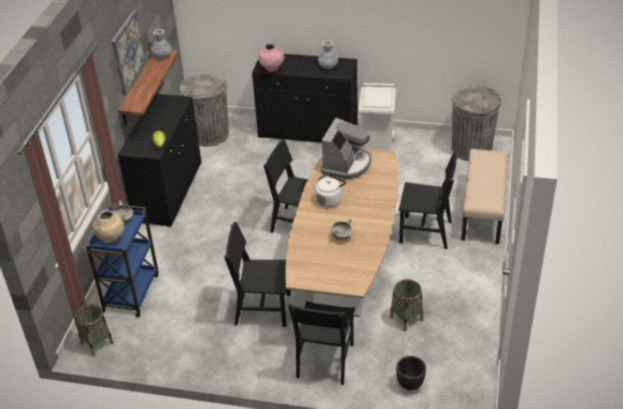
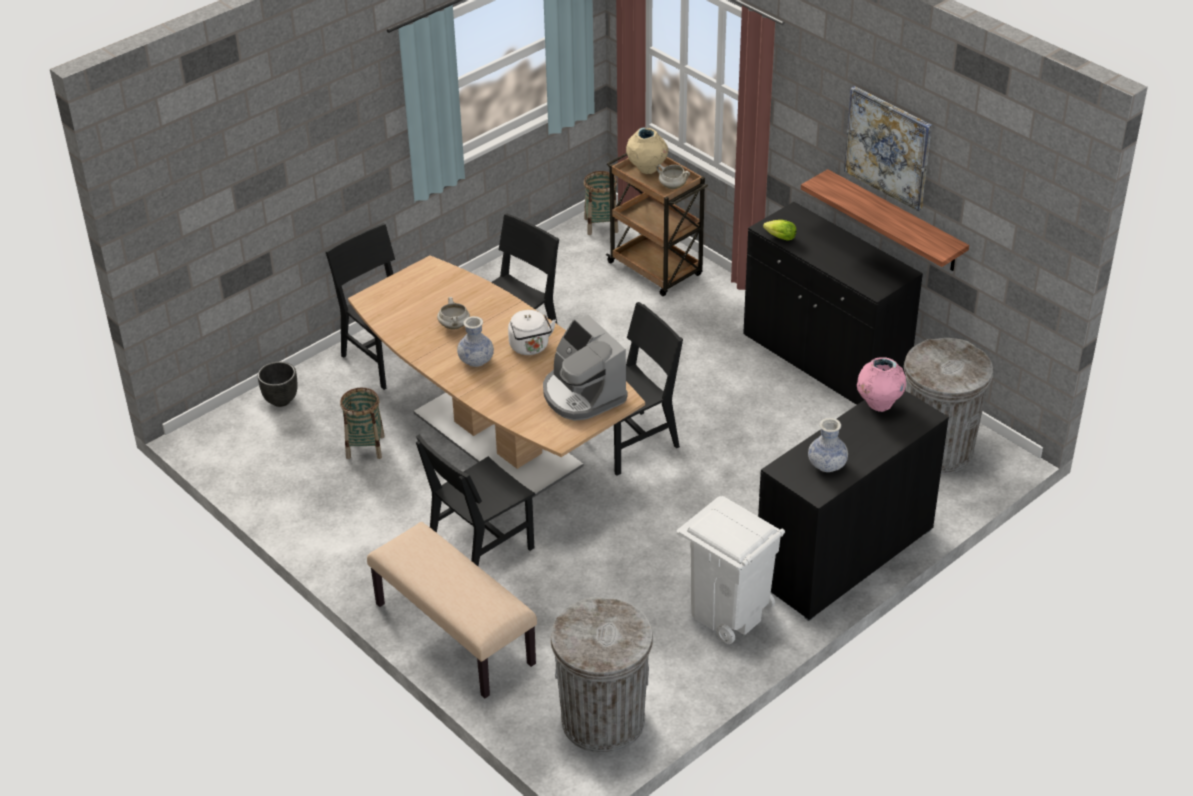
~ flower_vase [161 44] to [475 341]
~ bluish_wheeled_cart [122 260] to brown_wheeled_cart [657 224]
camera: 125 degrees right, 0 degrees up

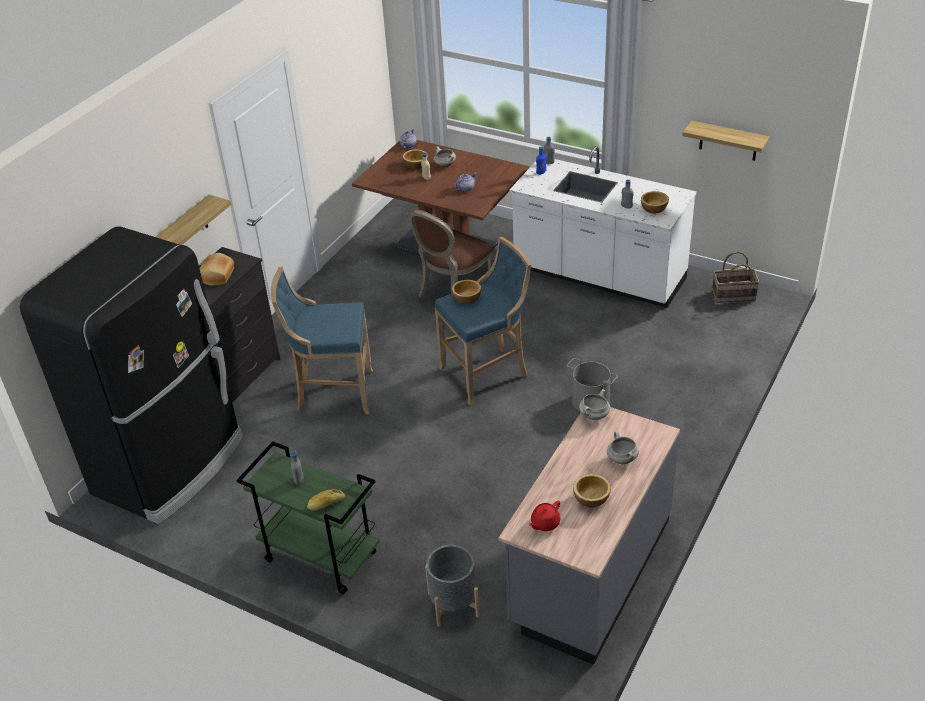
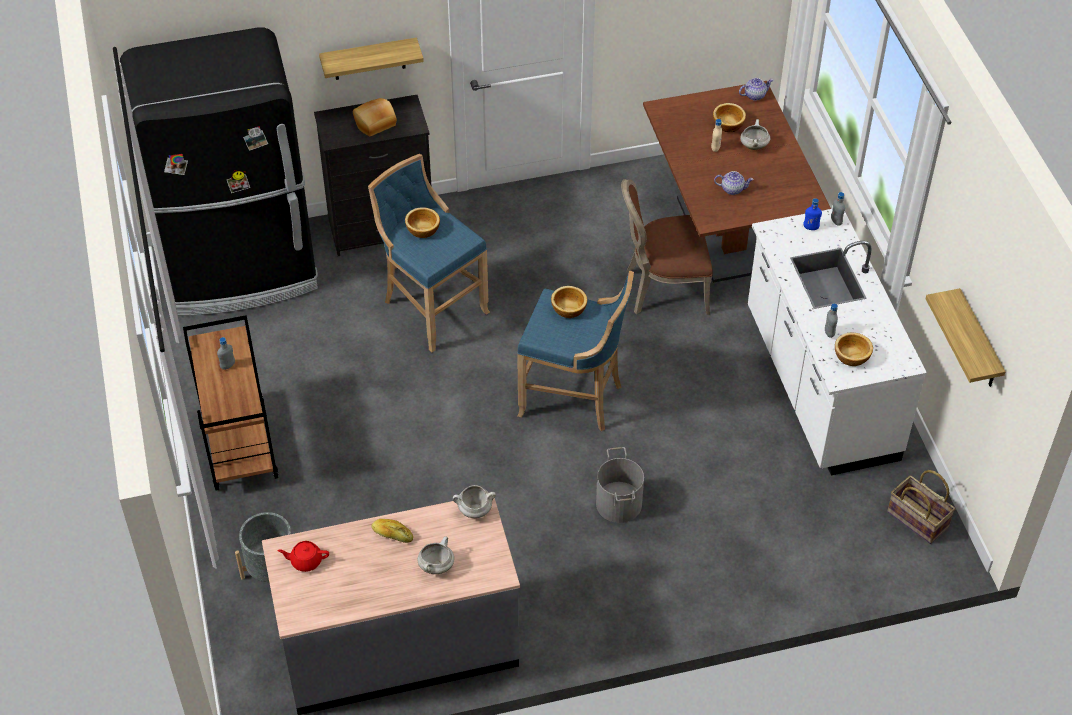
~ baked_bread [326 500] to [392 531]
~ deep_dish [592 490] to [422 222]
~ green_wheeled_cart [308 517] to brown_wheeled_cart [230 403]
camera: 45 degrees right, 10 degrees up

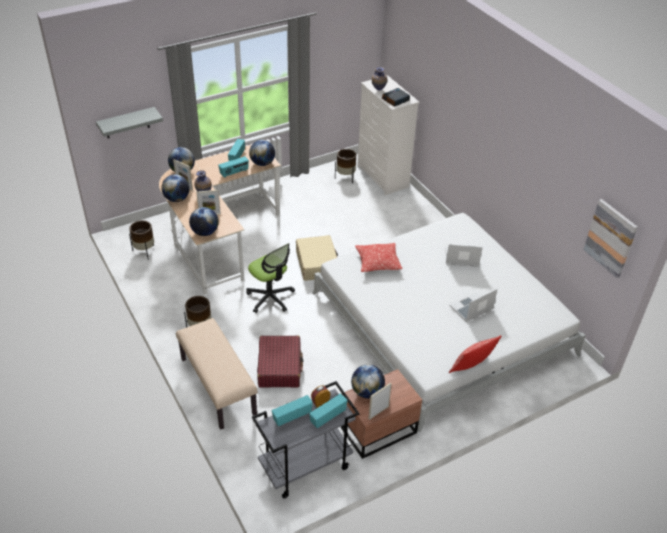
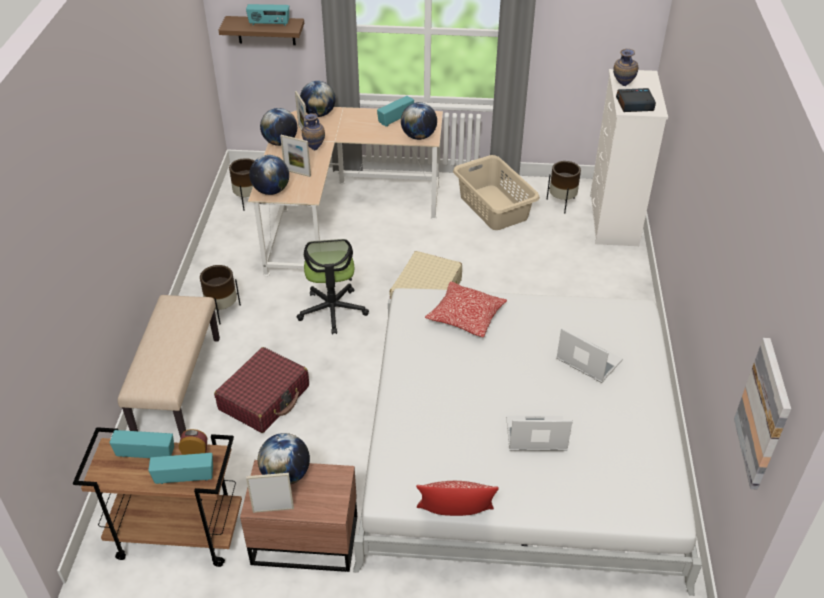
+ beige_hamper [496 192]
~ radio [233 167] to [267 15]
~ grey_wall_shelf [129 122] to brown_wall_shelf [261 30]
~ grey_wheeled_cart [305 439] to brown_wheeled_cart [157 497]
camera: 35 degrees right, 0 degrees up

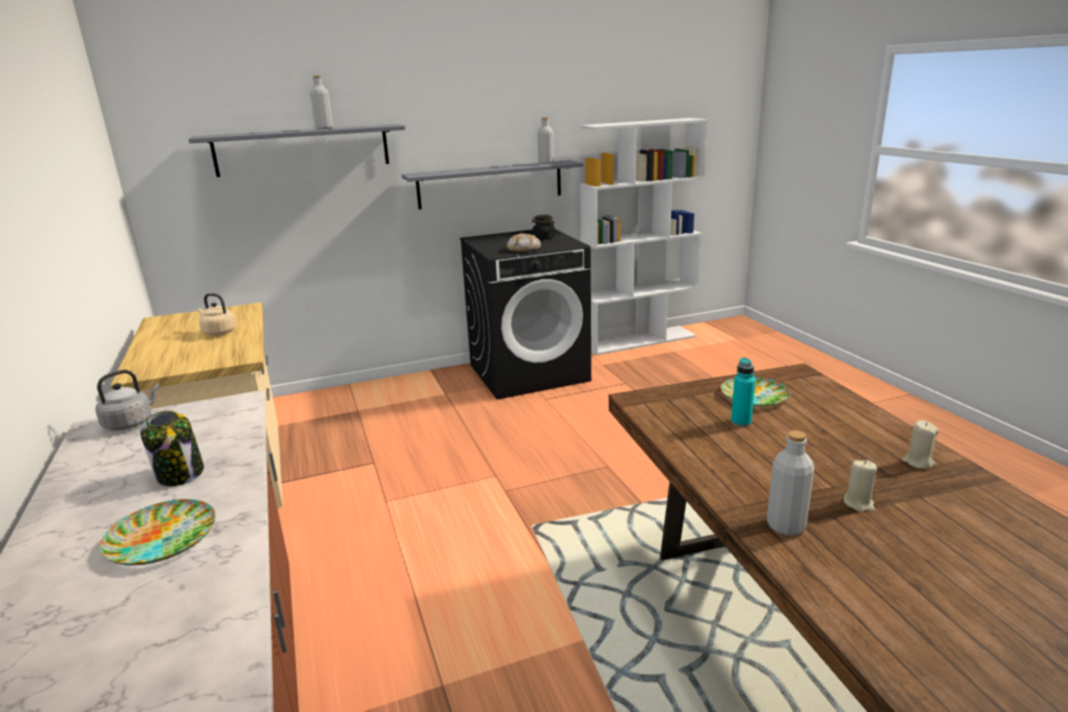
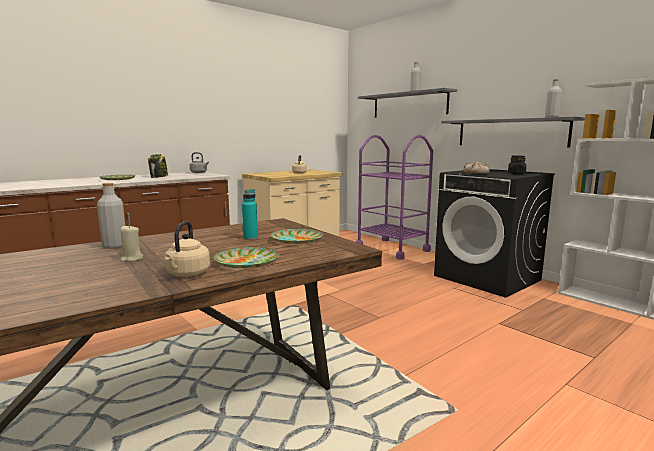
+ plate [246 257]
+ purplish_wheeled_cart [394 197]
~ beige_wax_candle [920 444] to beige_kettle [187 249]
camera: 70 degrees right, 10 degrees down

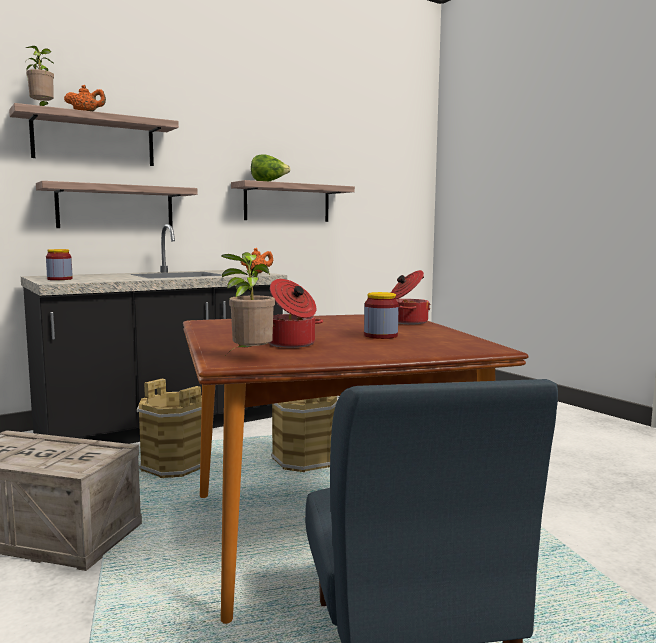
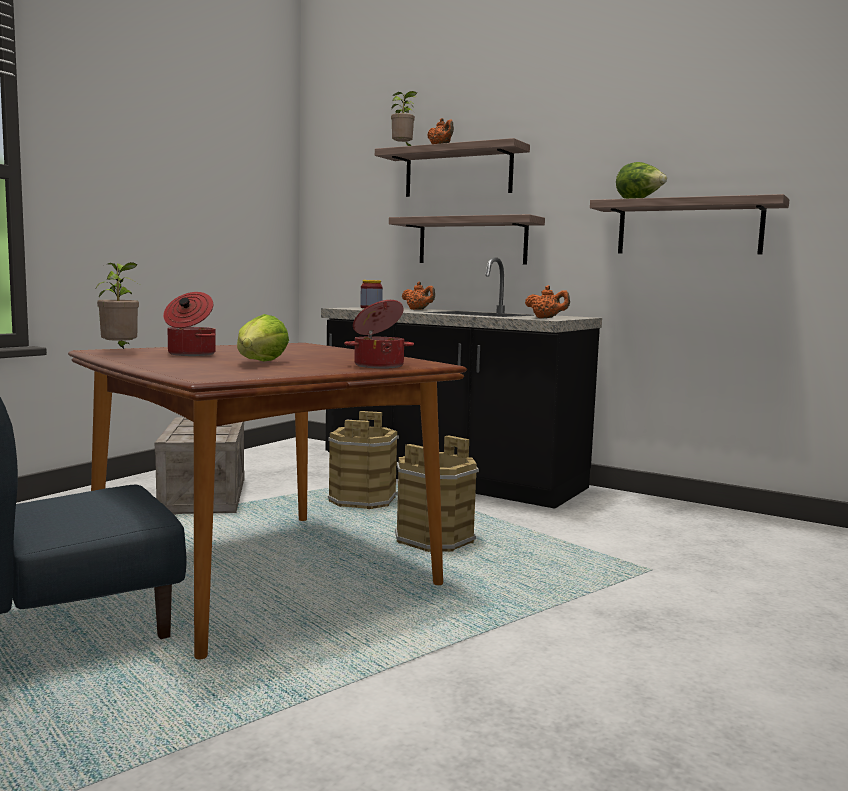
+ orange-coloured_tea_pot [418 295]
~ preserve_jar [381 315] to lettuce_head [263 338]
camera: 65 degrees right, 0 degrees up

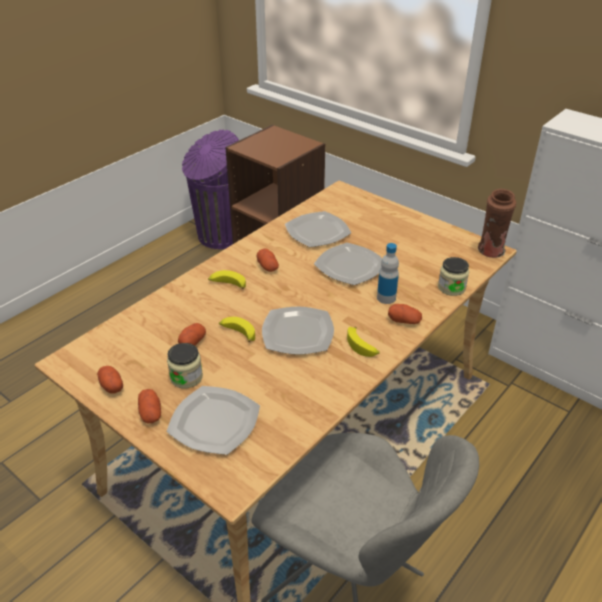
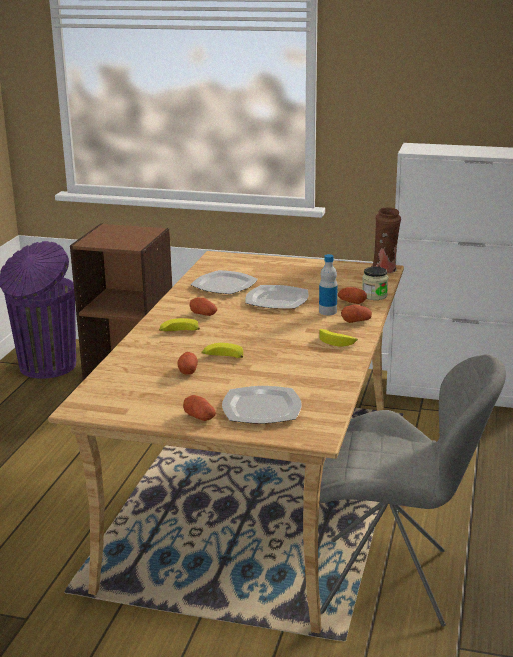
- preserve_jar [185 365]
- plate [298 331]
~ spud [110 380] to [352 295]
camera: 25 degrees left, 15 degrees down

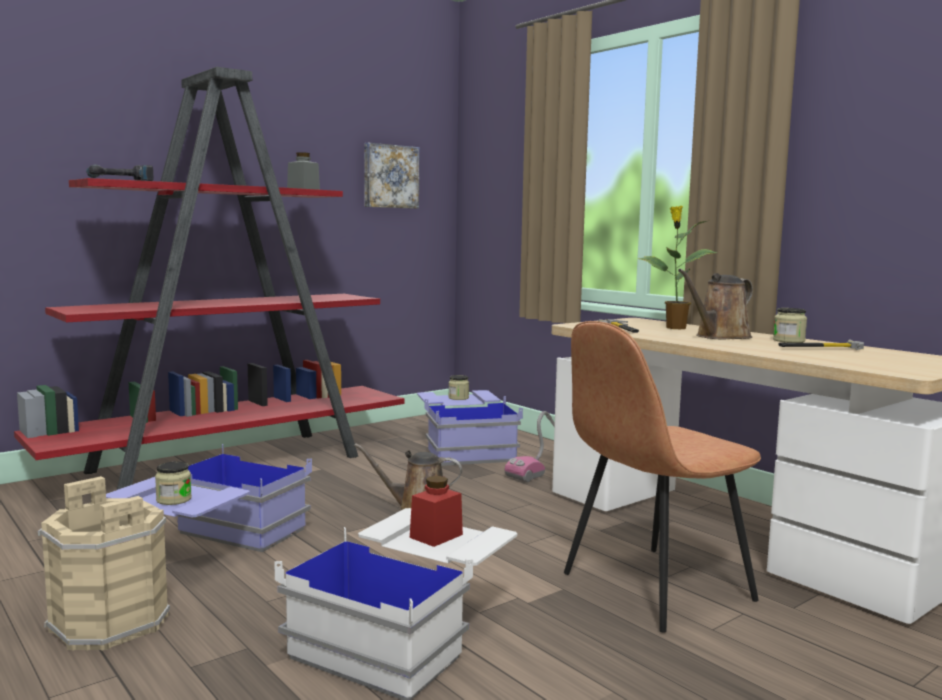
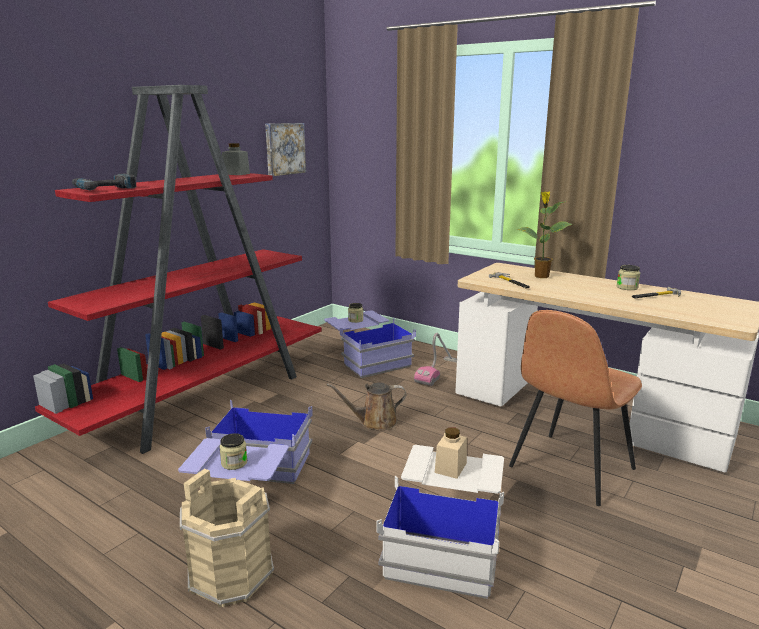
- brown_watering_can [715 304]
~ red_preserve_jar [436 511] to beige_preserve_jar [451 453]
camera: 15 degrees left, 10 degrees up

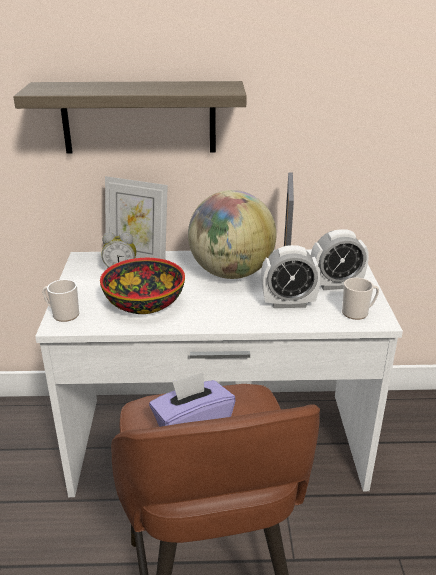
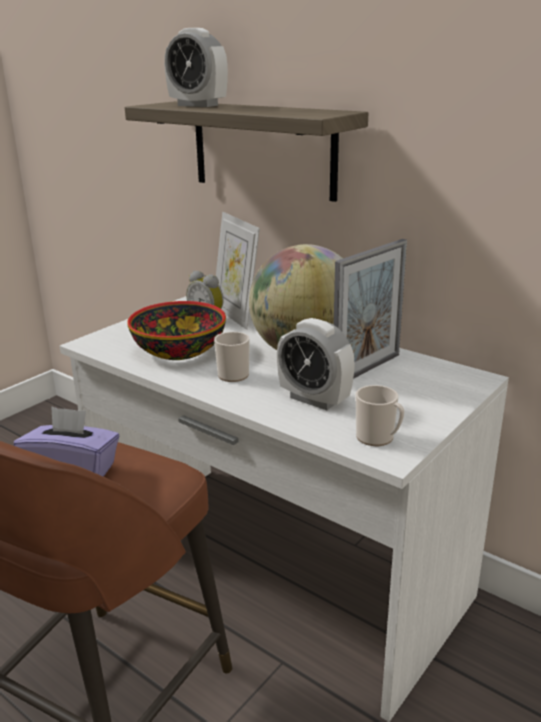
~ coffee_mug [60 300] to [232 357]
~ table_clock [340 259] to [196 67]
camera: 40 degrees right, 5 degrees down

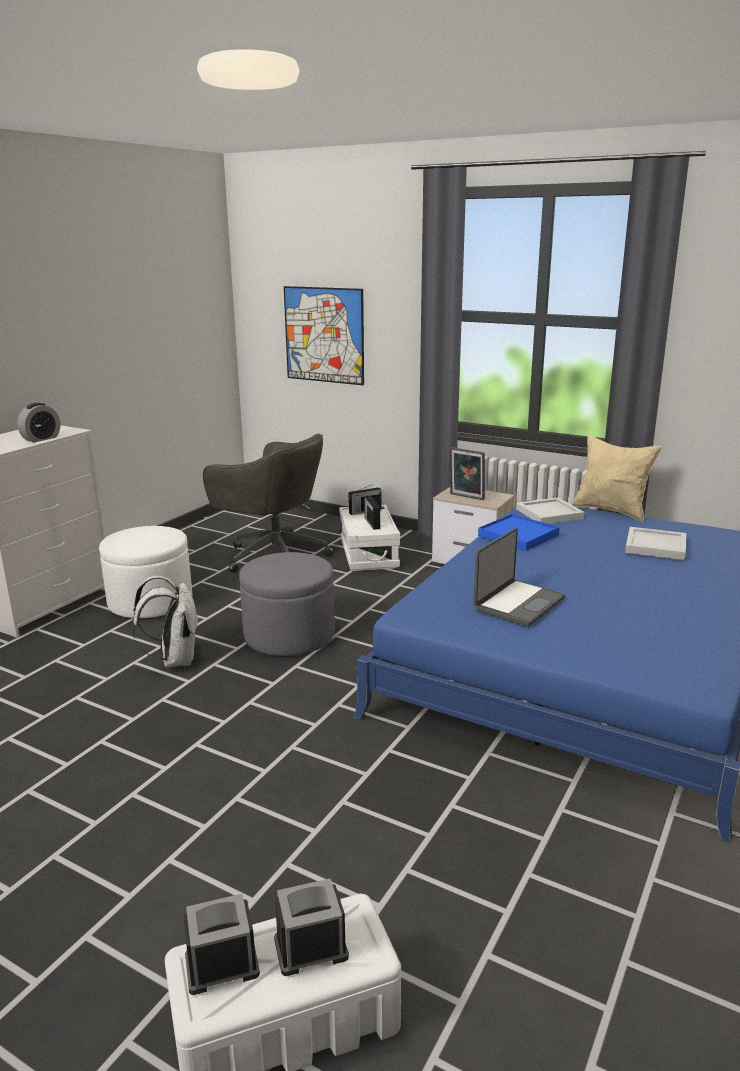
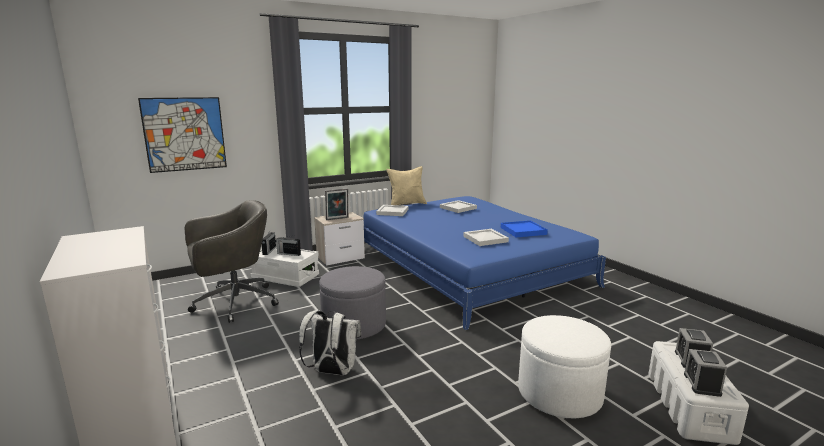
- table_clock [39 422]
~ white-coloured_ottoman [145 572] to [564 367]
~ bluish_serving_tray [519 532] to [524 228]
~ portable_computer [519 577] to white-coloured_serving_tray [486 237]
camera: 60 degrees left, 5 degrees down

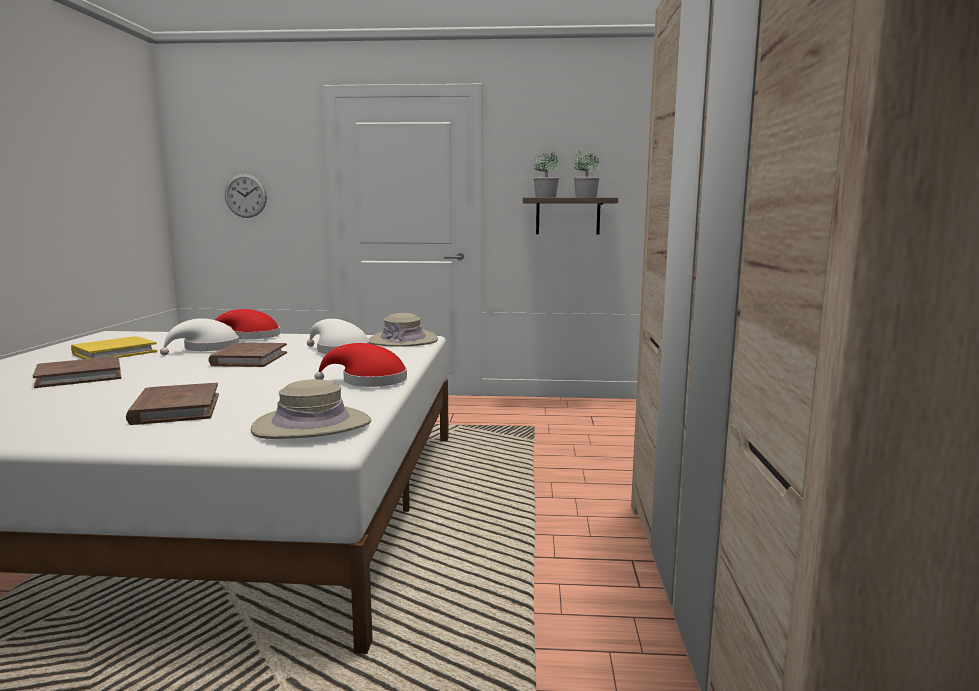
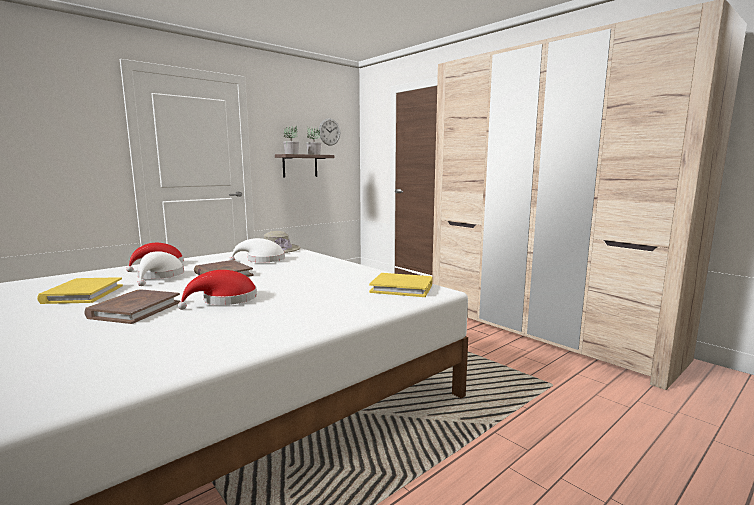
- brown_book [172 404]
~ hanging_clock [246 196] to [329 132]
~ red_clothing_hat [360 365] to [217 290]
~ beige_clothing_hat [311 409] to yellow_book [401 285]
camera: 45 degrees left, 0 degrees up

